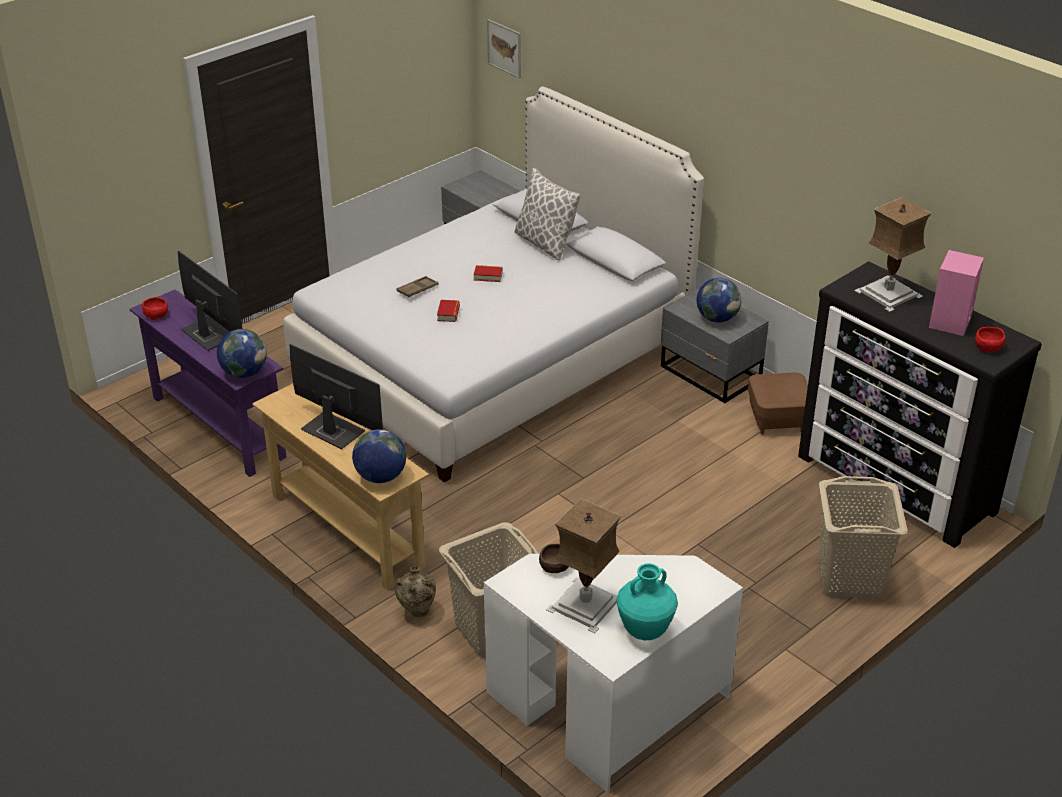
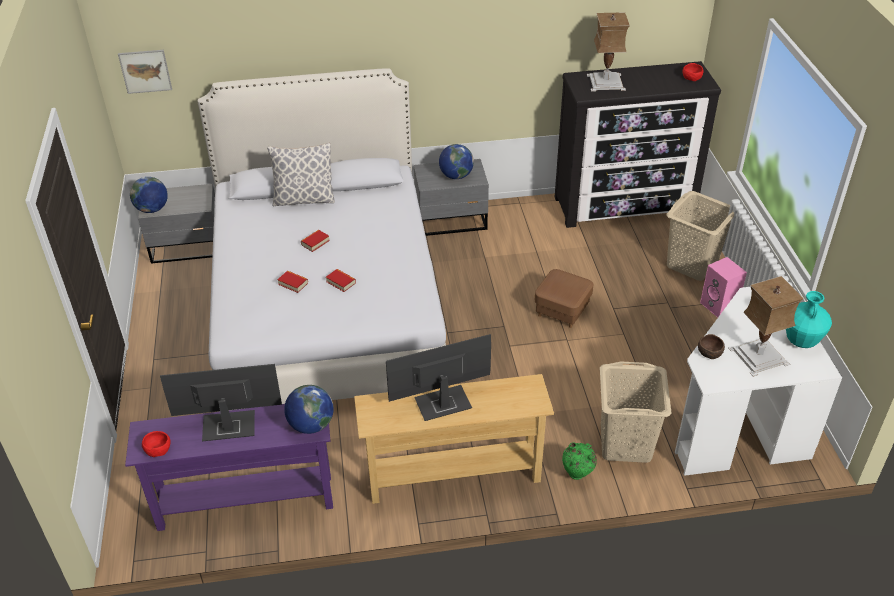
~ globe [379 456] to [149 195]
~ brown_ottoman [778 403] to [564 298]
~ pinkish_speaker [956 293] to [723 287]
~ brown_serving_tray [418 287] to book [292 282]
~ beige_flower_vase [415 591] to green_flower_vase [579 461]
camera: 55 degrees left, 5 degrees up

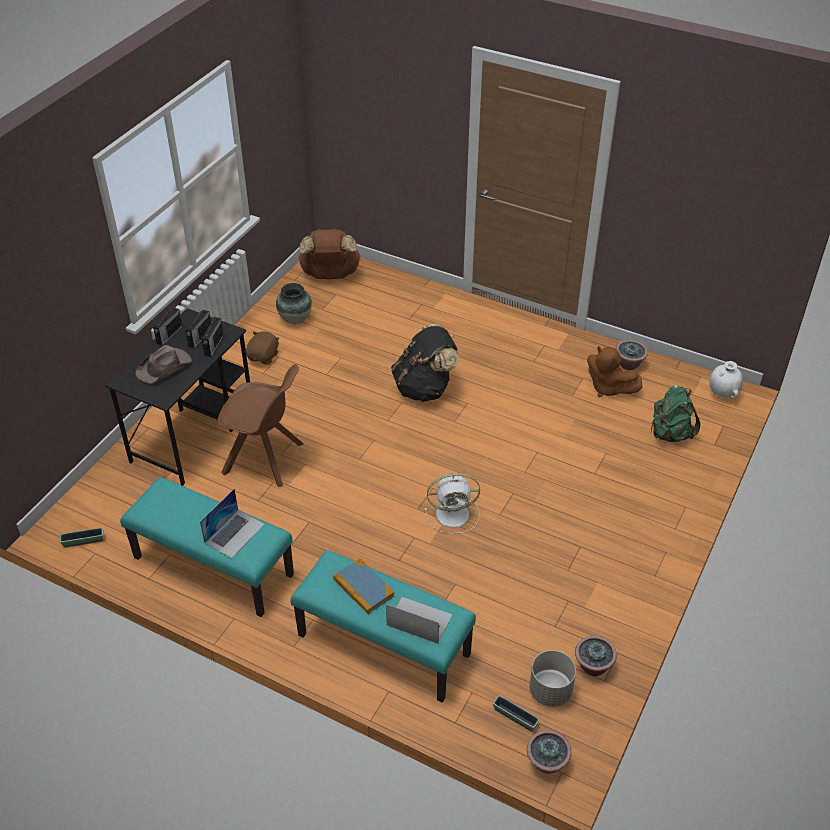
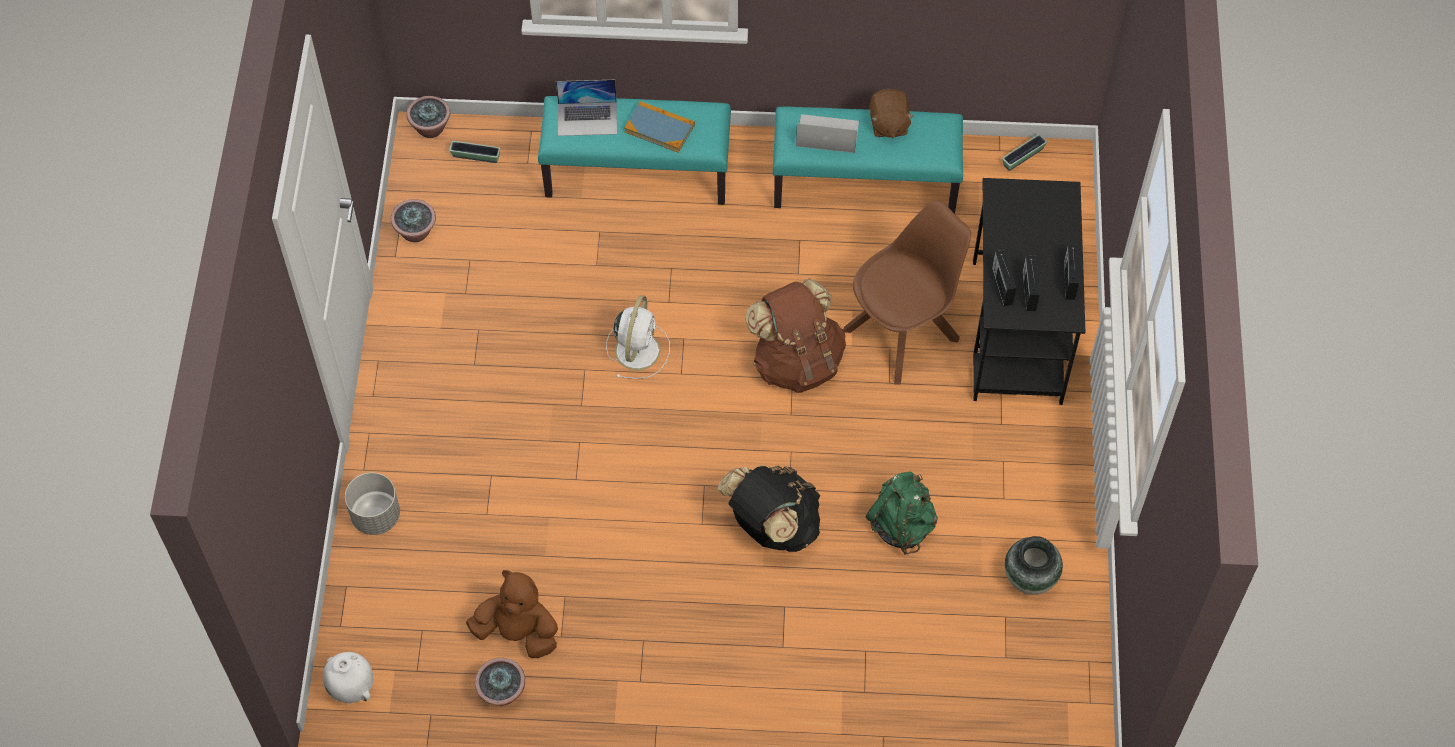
- brown_clothing_hat [163 364]
~ brown_plush_toy [262 348] to [892 113]
~ brown_knapsack [329 253] to [796 335]
~ grey_flower_pot [552 678] to [372 503]
~ green_knapsack [675 413] to [901 513]
~ portable_computer [232 523] = [827 133] 90 degrees clockwise
~ brown_chair [260 425] = [907 292] 150 degrees clockwise
~ white-coloured_fan [452 503] = [638 337] 135 degrees clockwise
camera: 155 degrees right, 15 degrees up

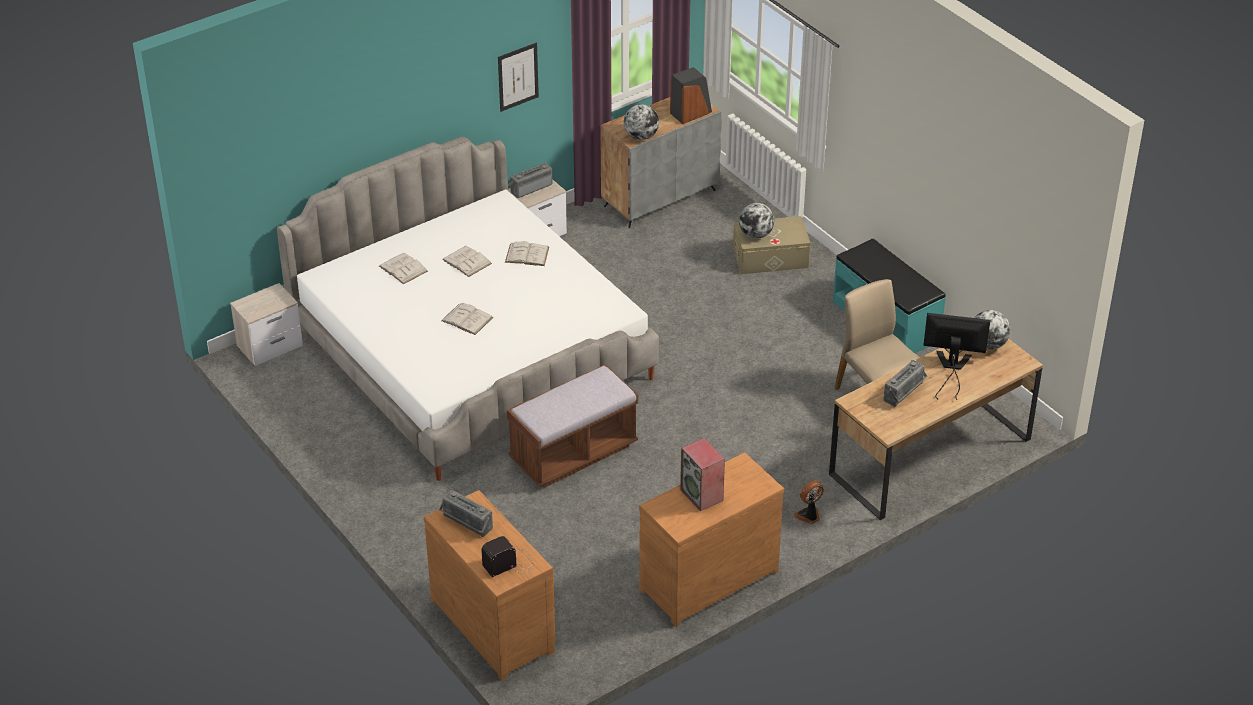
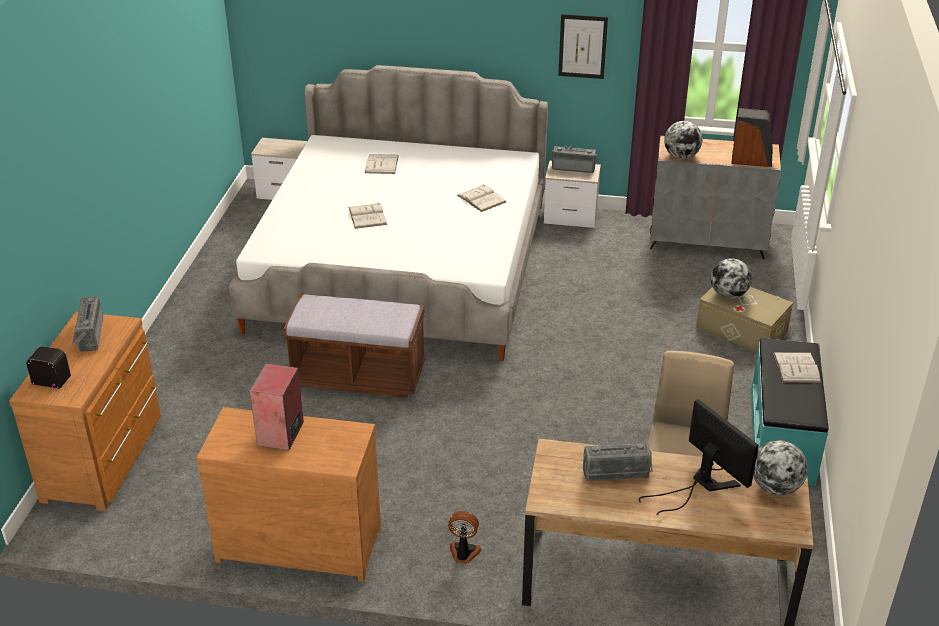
~ white-coloured_book [467 261] to [797 367]
camera: 45 degrees right, 5 degrees down

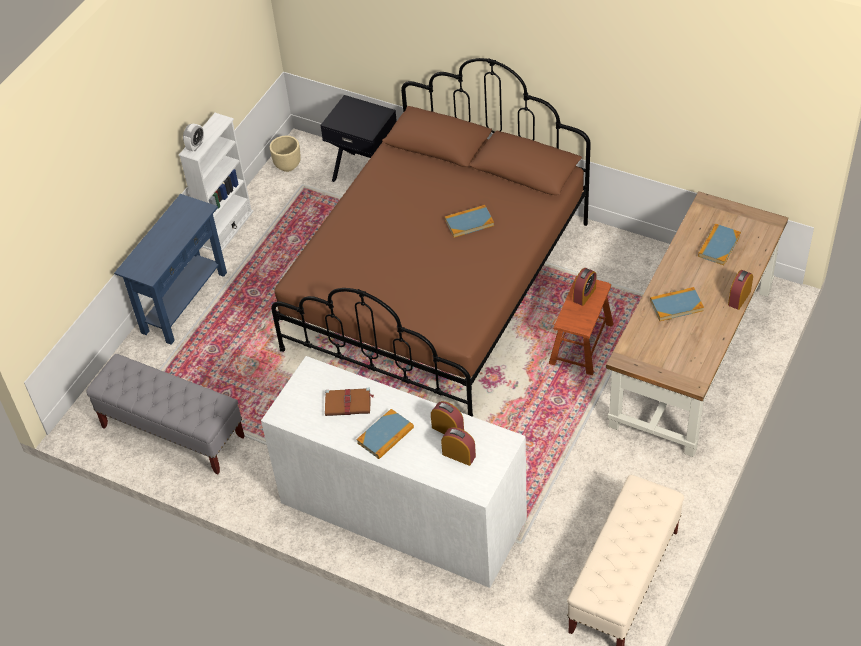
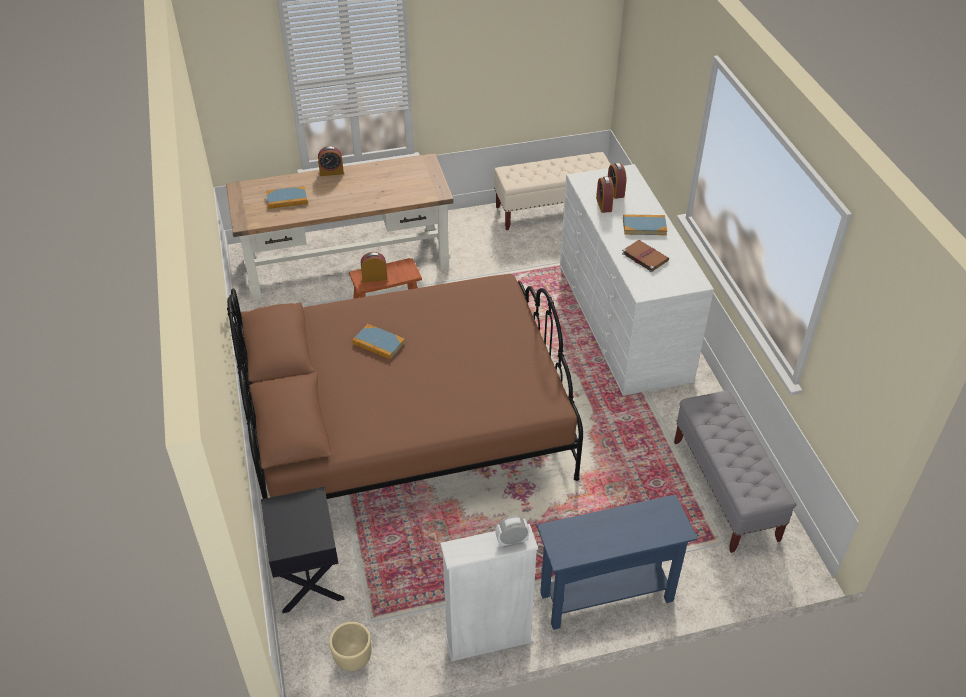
- book [677 304]
camera: 135 degrees left, 5 degrees down

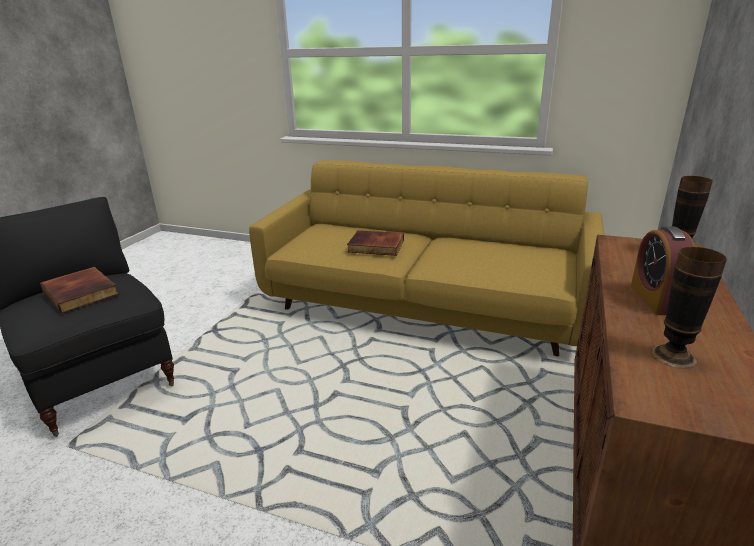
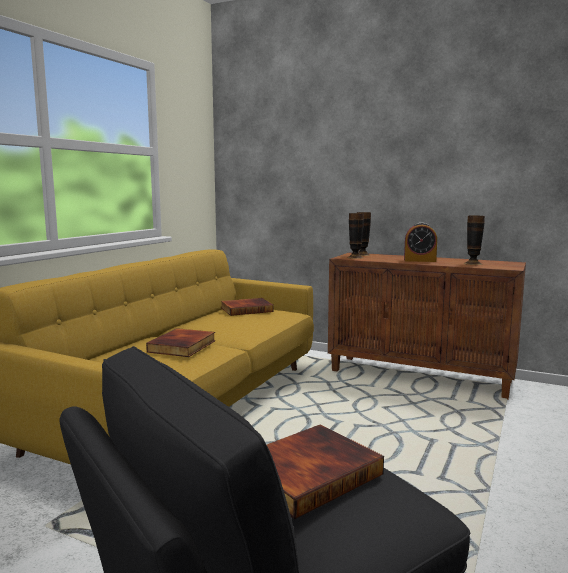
+ book [247 307]
+ flower_vase [355 236]
camera: 85 degrees left, 15 degrees down

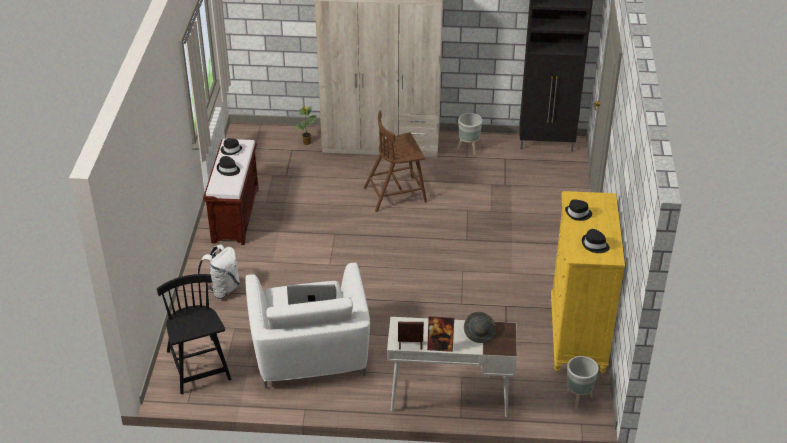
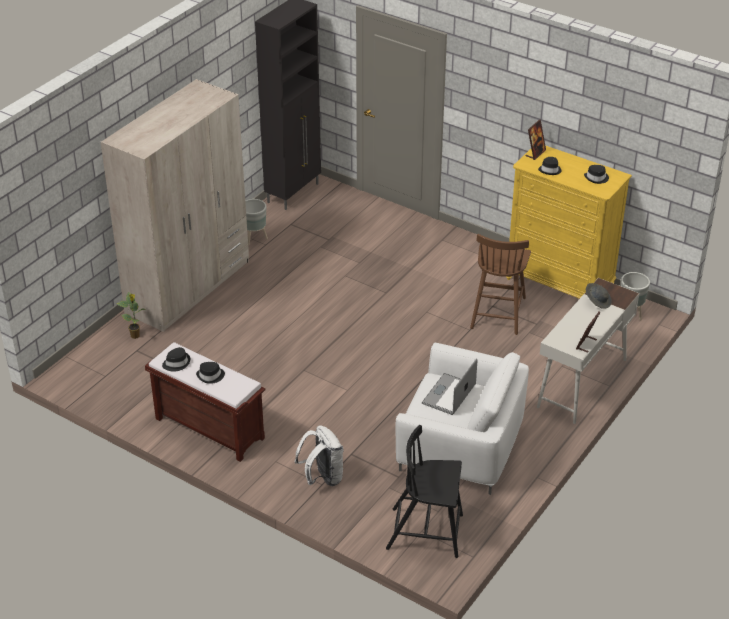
~ brown_chair [395 161] to [500 284]
~ photo_frame [440 334] to [535 140]
camera: 60 degrees left, 0 degrees up

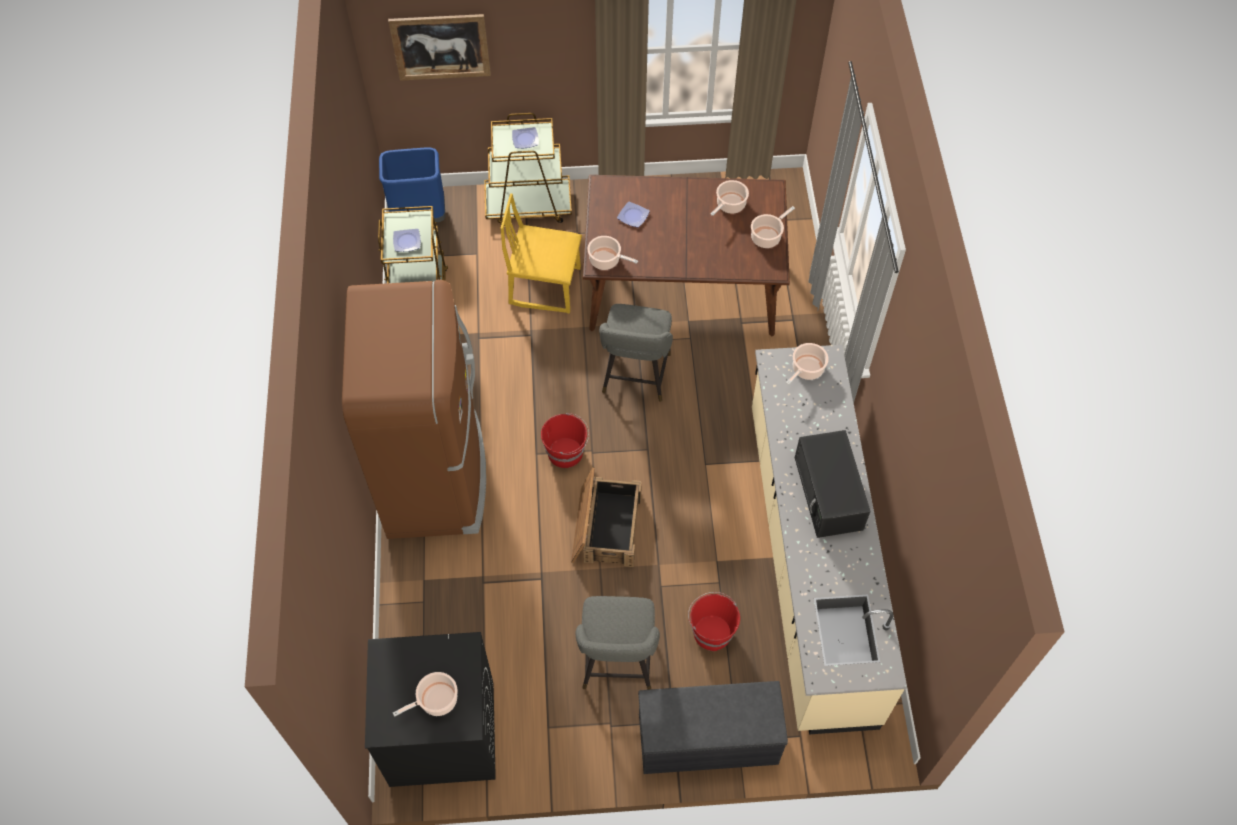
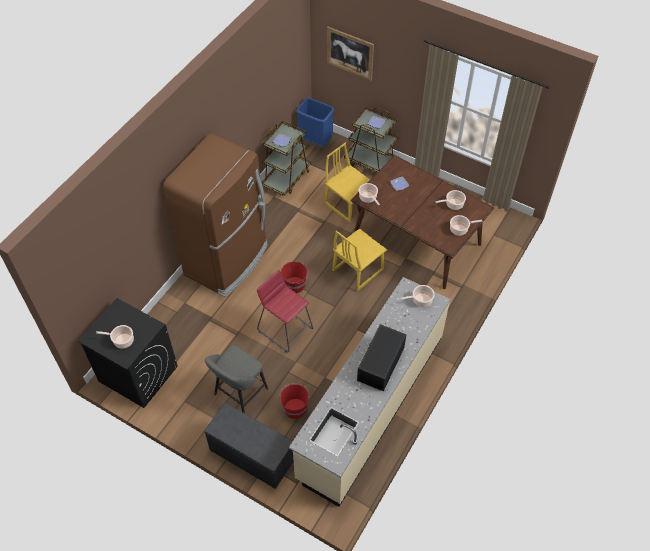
~ packing_crate [606 517] to red_sitting_stool [285 311]
~ grey_sitting_stool [636 353] to yellow_chair [359 260]
camera: 35 degrees right, 5 degrees down

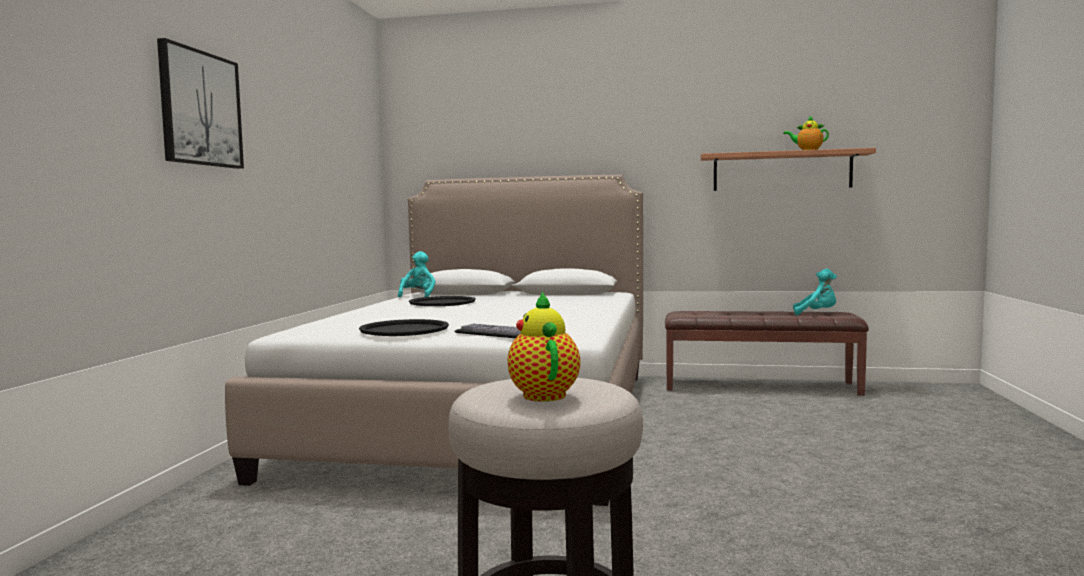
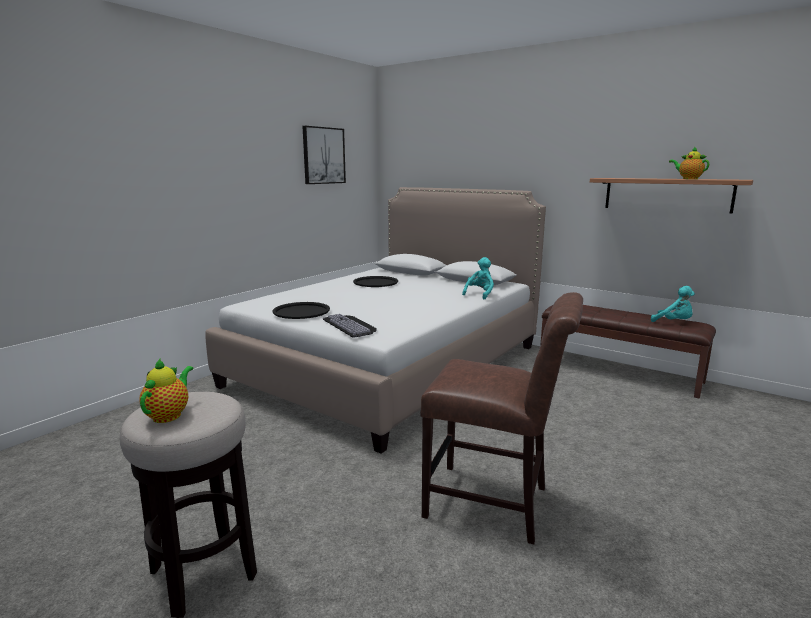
+ brown_chair [501 418]
~ wall_art [200 103] to [324 155]
~ turquoise_plush_toy [417 274] to [478 278]
camera: 25 degrees right, 10 degrees up

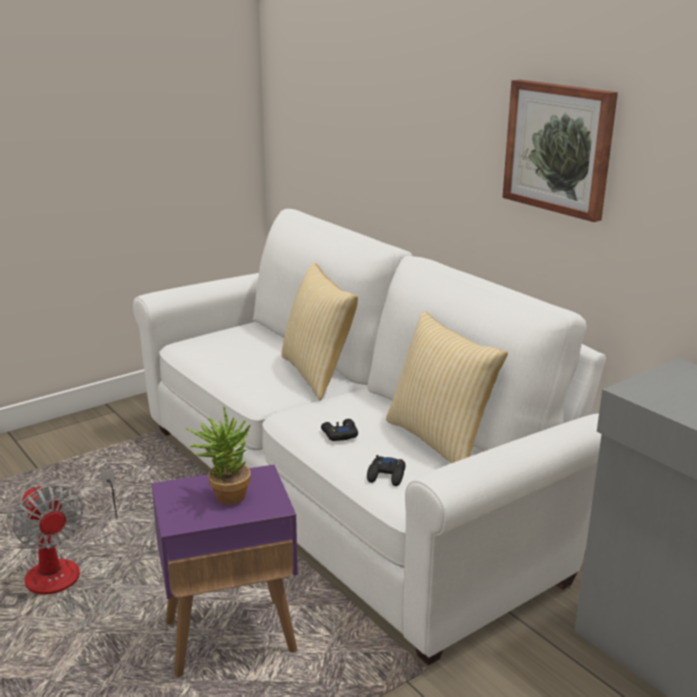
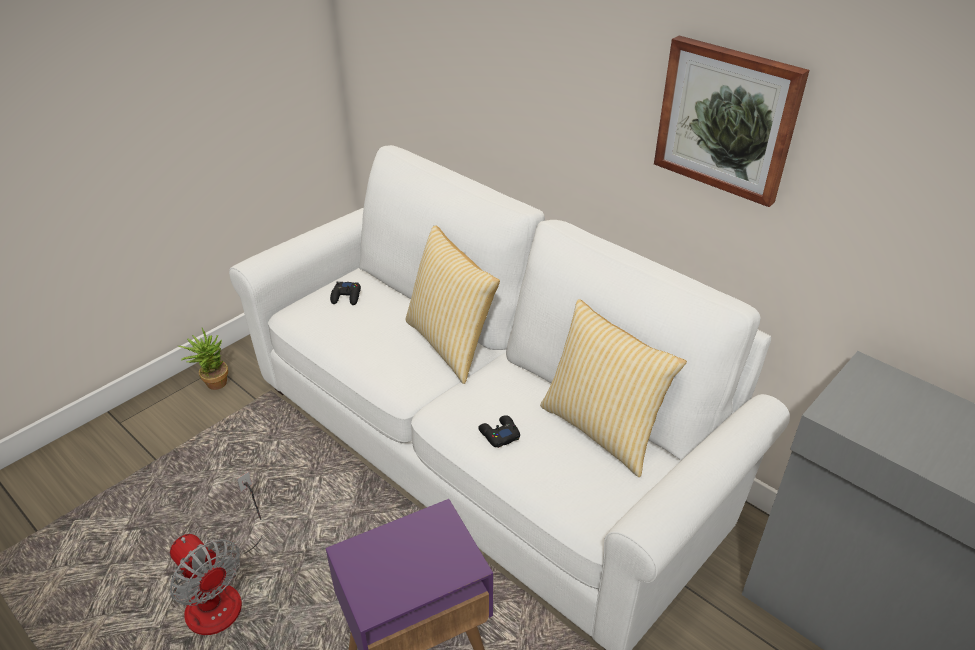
~ potted_plant [218 456] to [203 359]
~ blackish_game_controller [386 470] to [345 293]
camera: 10 degrees left, 15 degrees up

